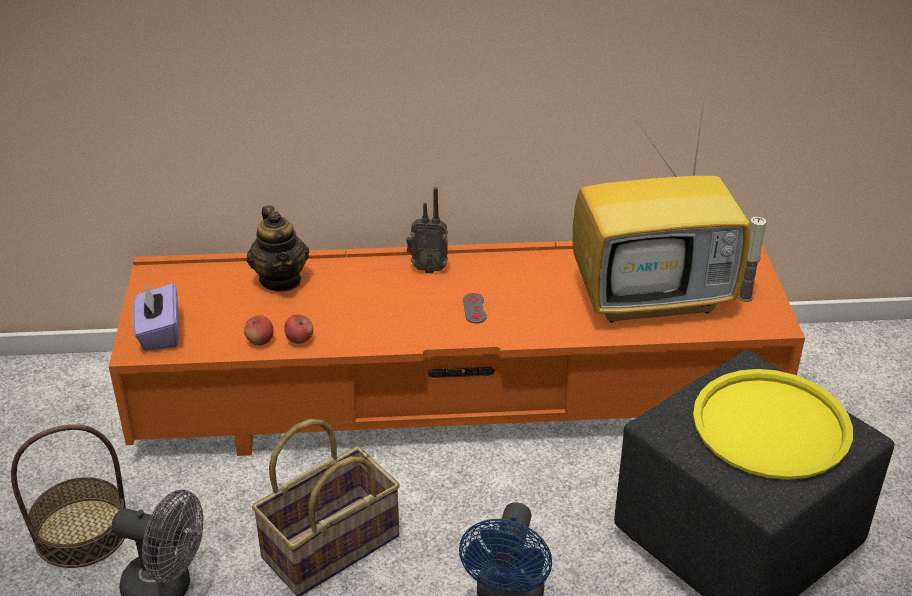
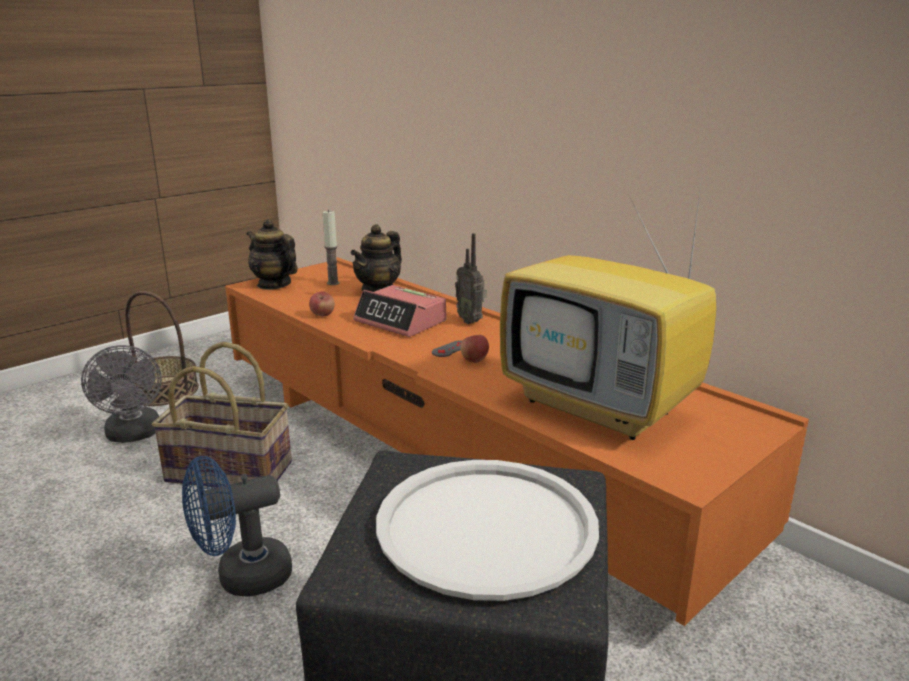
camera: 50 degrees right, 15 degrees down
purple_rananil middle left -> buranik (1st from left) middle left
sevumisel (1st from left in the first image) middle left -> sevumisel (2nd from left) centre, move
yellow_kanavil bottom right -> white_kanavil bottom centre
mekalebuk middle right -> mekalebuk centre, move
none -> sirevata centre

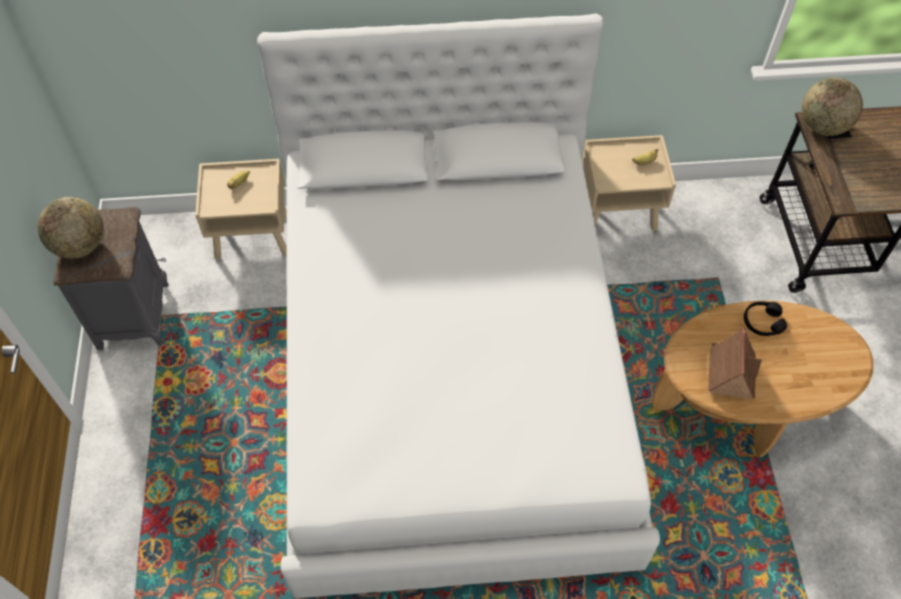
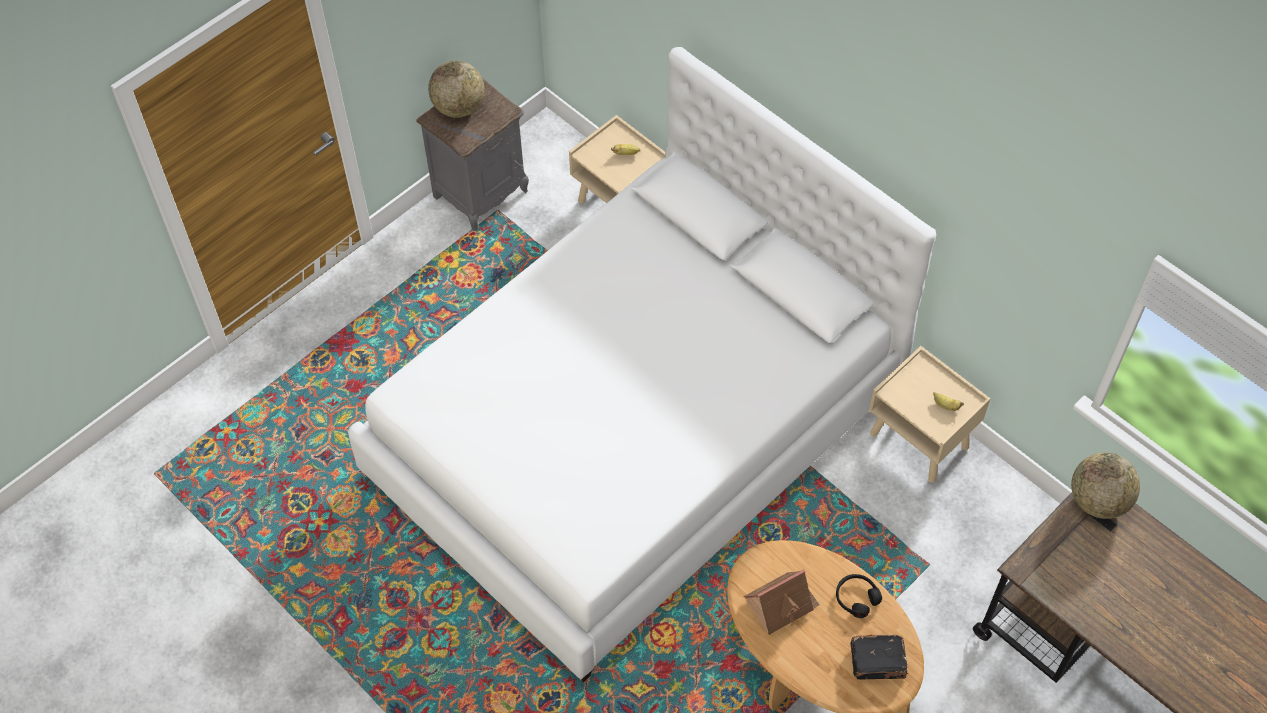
camera: 50 degrees right, 0 degrees up
none -> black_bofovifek bottom right

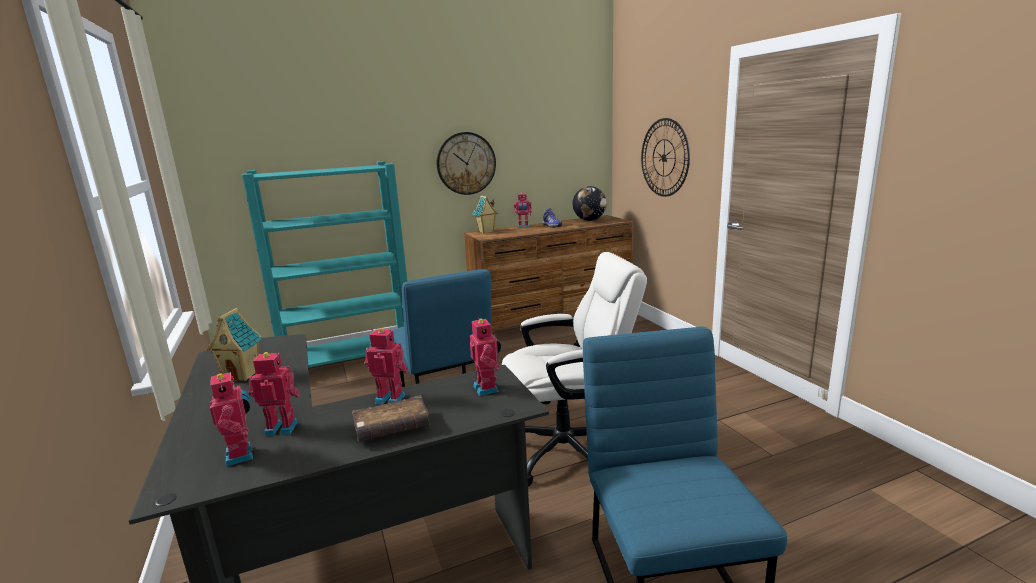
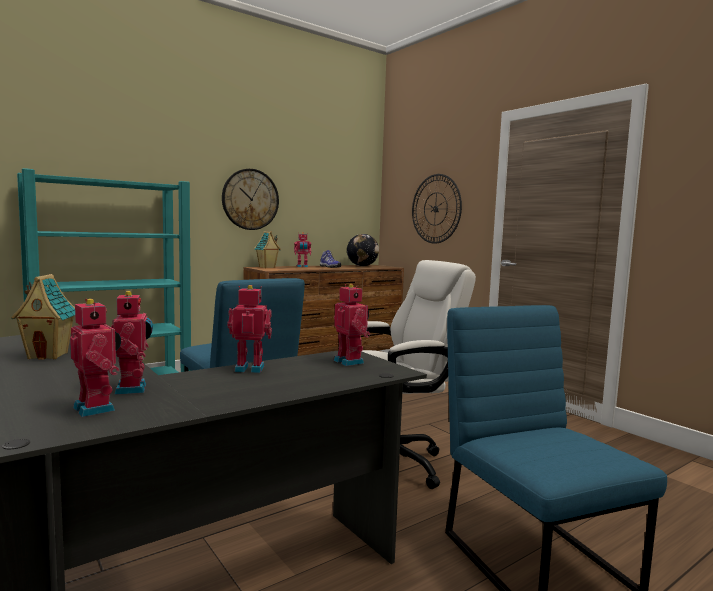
camera: 15 degrees left, 10 degrees down
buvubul (2nd from left) bottom left -> buvubul (2nd from left) middle left, 90 degrees clockwise
brown_bofovifek bottom centre -> none

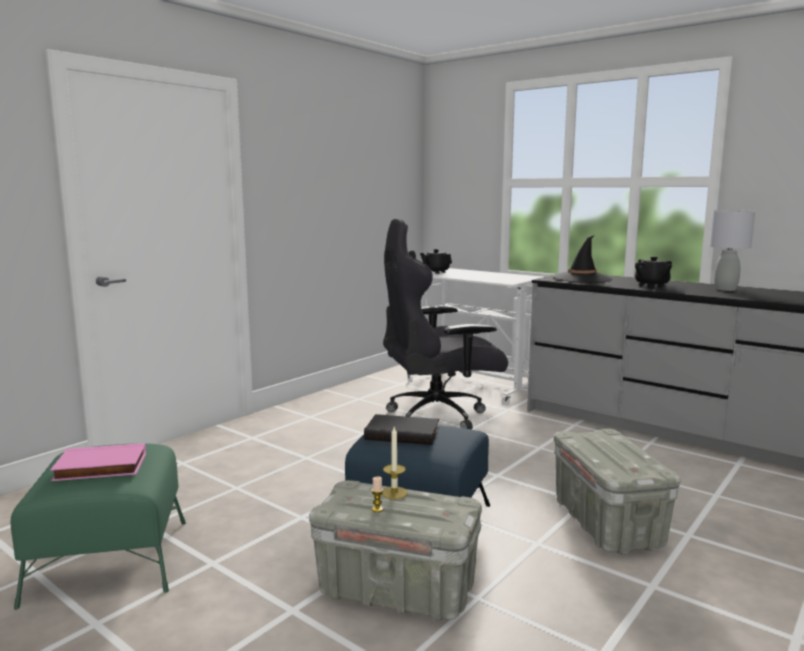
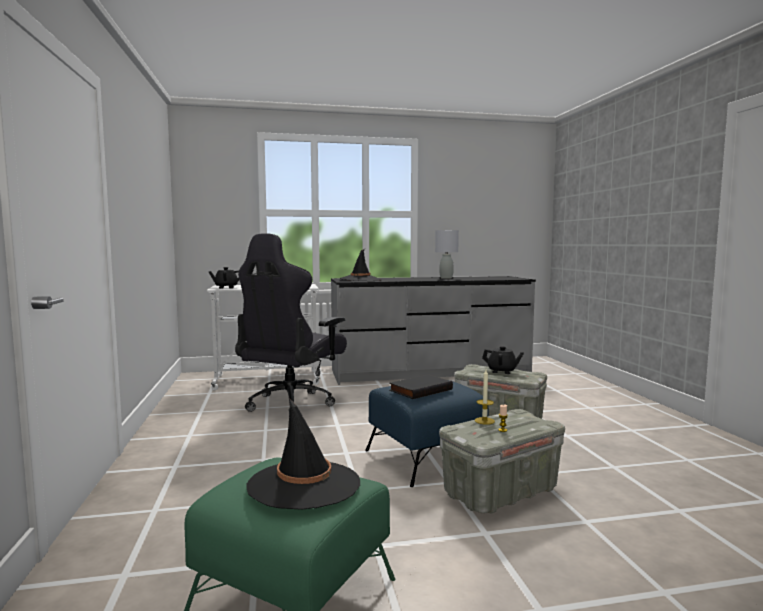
camera: 50 degrees left, 5 degrees down
pink_bofovifek bottom left -> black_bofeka (1st from left) bottom centre
black_buranik (2nd from left) middle right -> black_buranik (2nd from left) centre, move

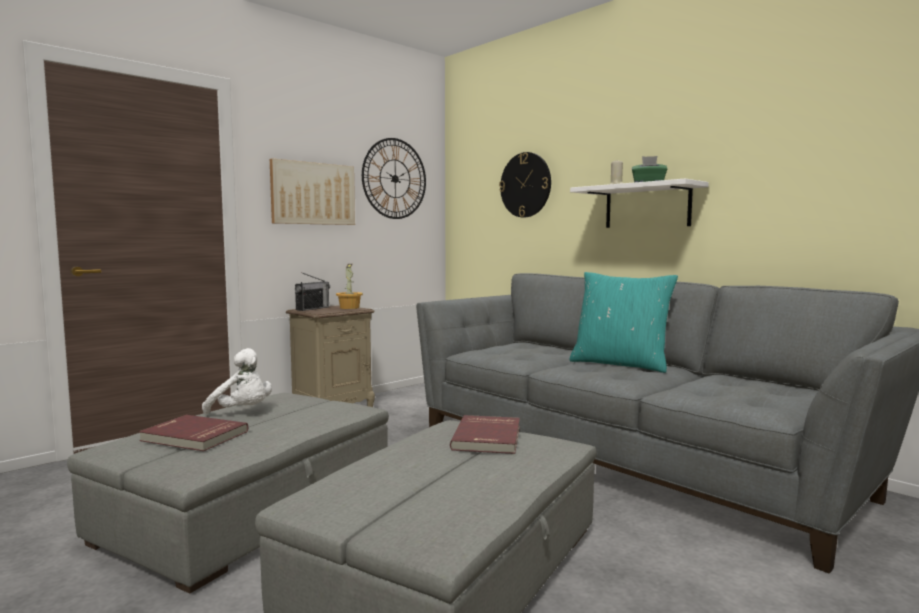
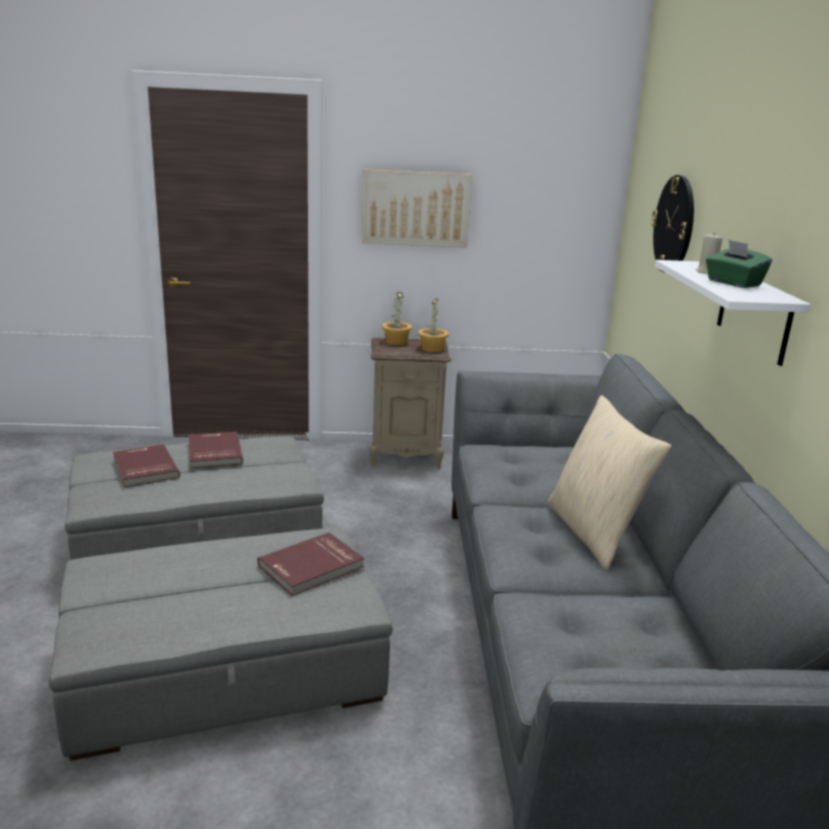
camera: 40 degrees right, 15 degrees up
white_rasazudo middle left -> red_bofovifek (2nd from left) middle left
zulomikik centre -> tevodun (1st from left) centre
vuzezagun (1st from left) top centre -> none
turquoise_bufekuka middle right -> beige_bufekuka middle right

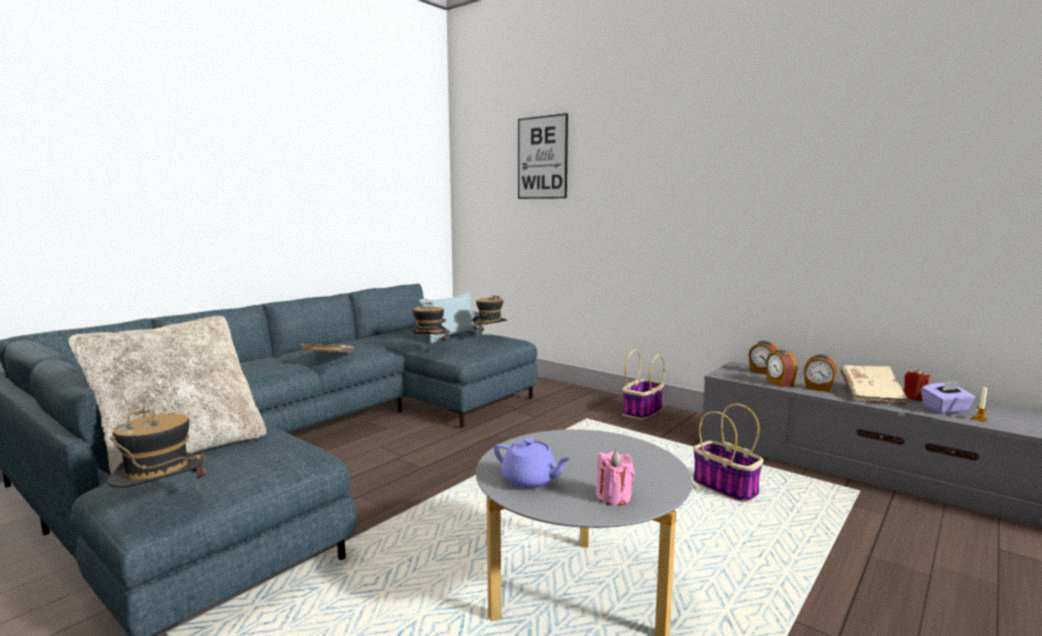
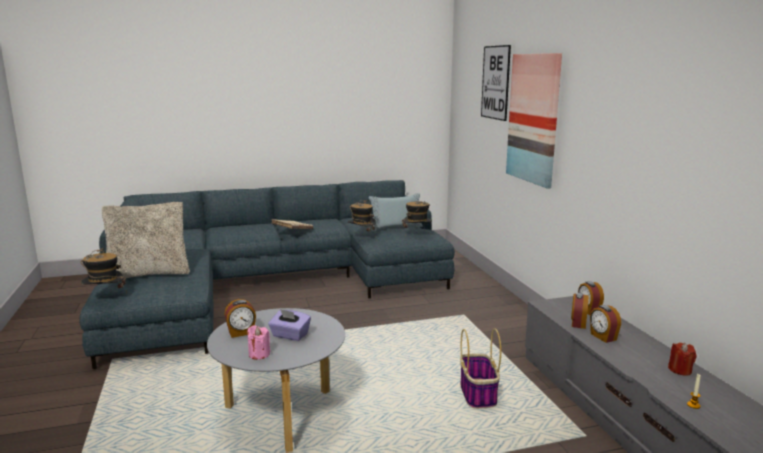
camera: 35 degrees right, 5 degrees up
purple_buranik bottom centre -> sirevata (1st from left) bottom left
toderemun (1st from left) centre -> none
beige_bofovifek (2nd from left) middle right -> none
purple_rananil middle right -> purple_rananil bottom centre, move
none -> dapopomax (2nd from left) top right

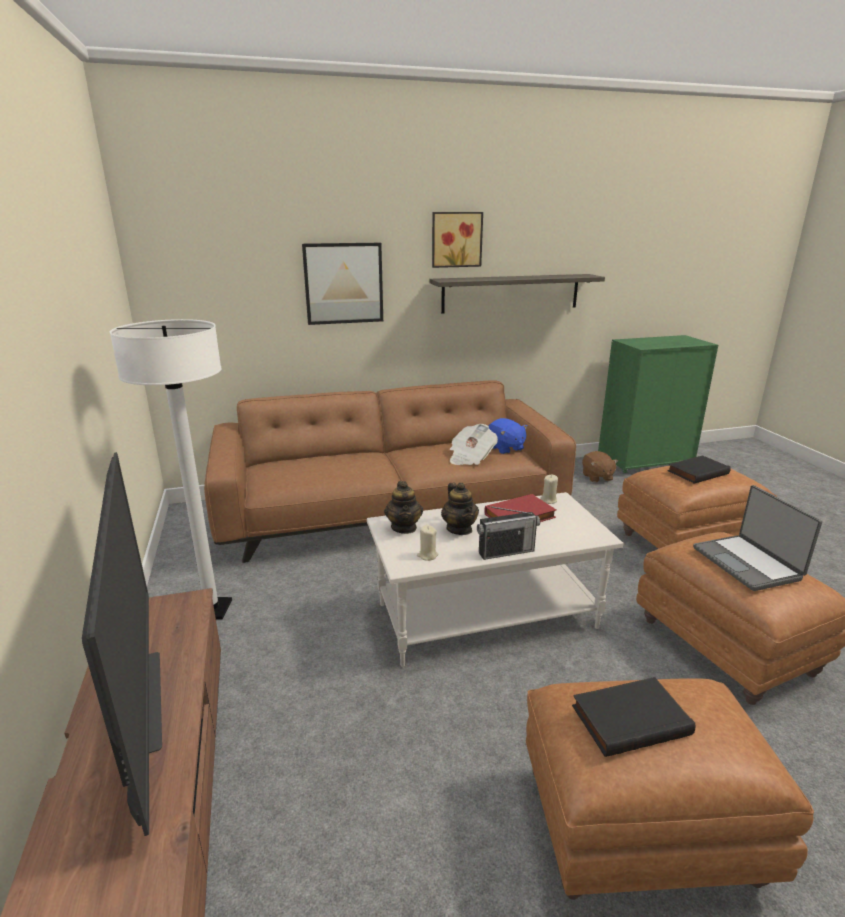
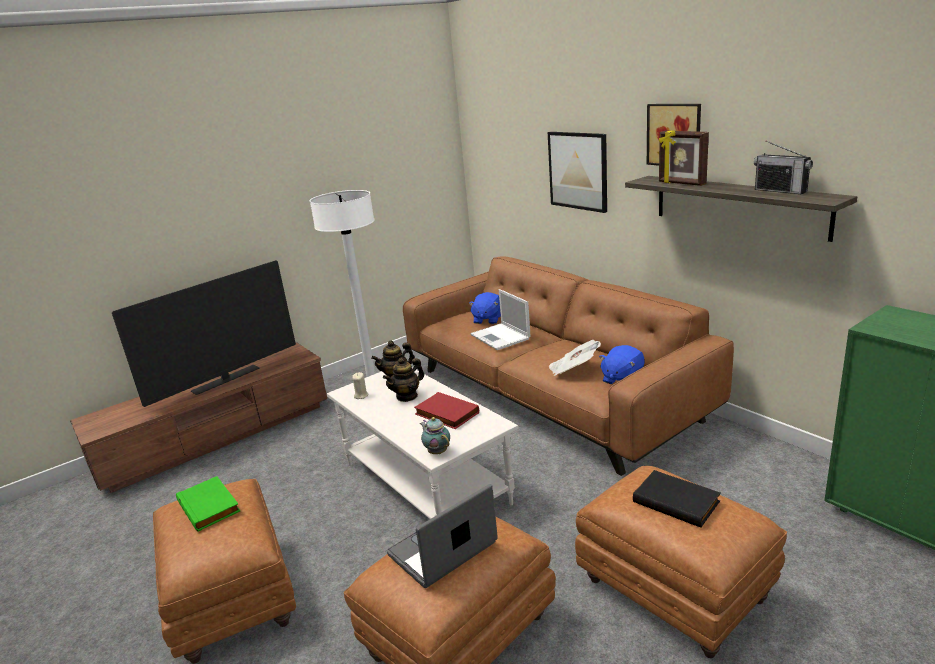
camera: 70 degrees right, 0 degrees up
zulomikik centre -> zulomikik top right, move
beige_mekalebuk (2nd from left) centre -> none
black_bofovifek (1st from left) bottom right -> green_bofovifek bottom left
brown_rasazudo middle right -> none
none -> buranik (3rd from left) centre
none -> blue_rasazudo (1st from left) centre
none -> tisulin (2nd from left) centre
none -> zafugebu top right

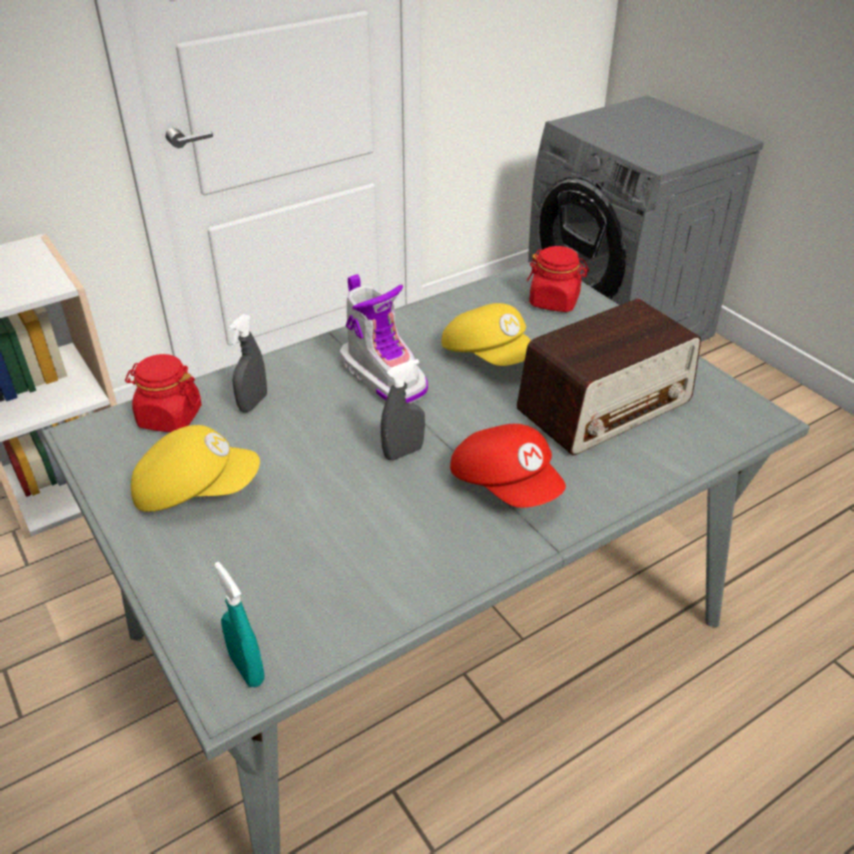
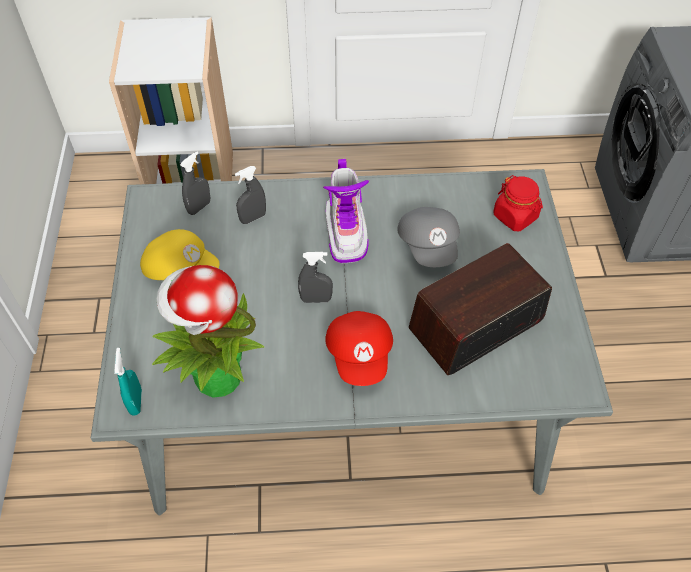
camera: 30 degrees right, 15 degrees up
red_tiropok (1st from left) middle left -> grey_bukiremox (1st from left) top left
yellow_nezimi (2nd from left) centre -> grey_nezimi centre
zulomikik middle right, 150 degrees clockwise
none -> tevodun middle left

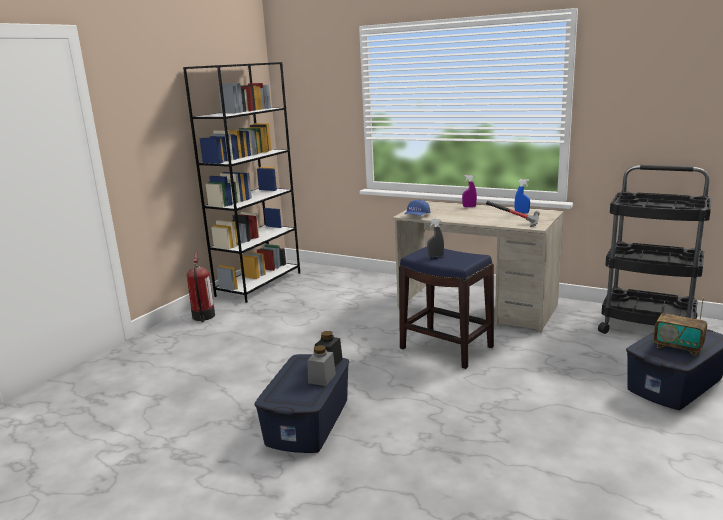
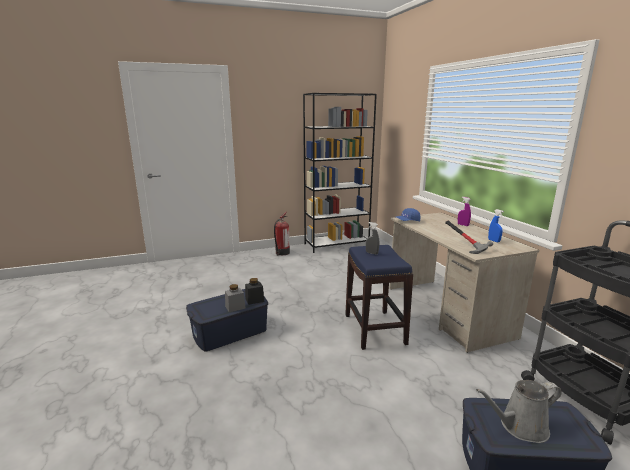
camera: 40 degrees right, 0 degrees up
zulomikik middle right -> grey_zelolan bottom right

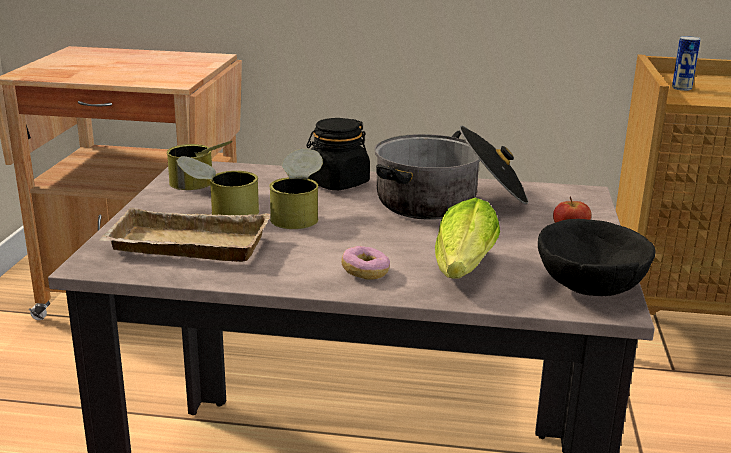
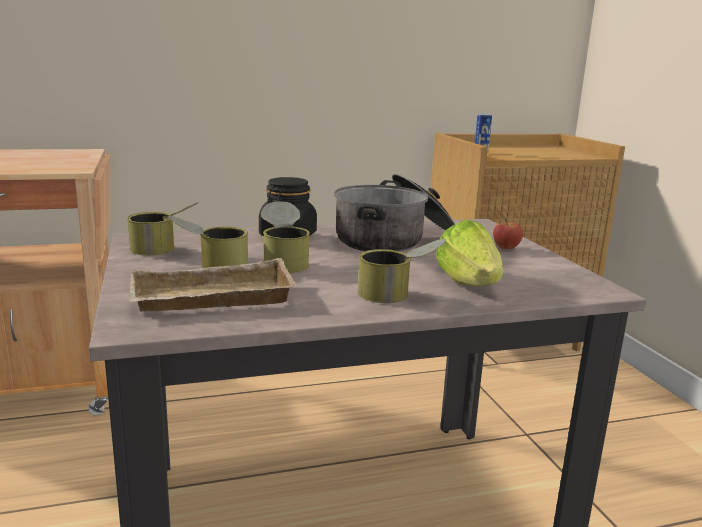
camera: 25 degrees left, 5 degrees down
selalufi centre -> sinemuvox (4th from left) centre
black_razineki middle right -> none

